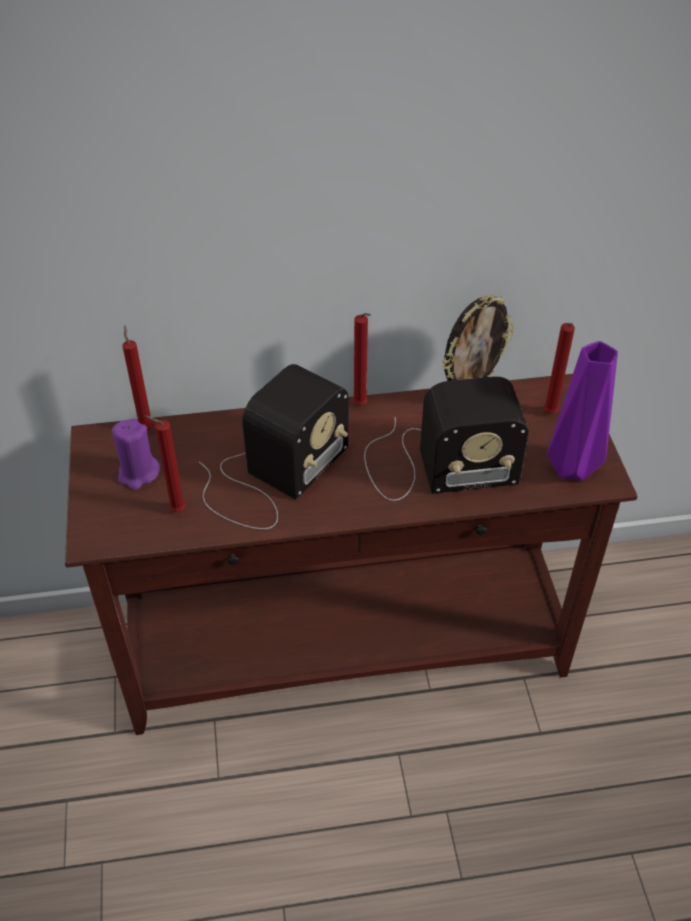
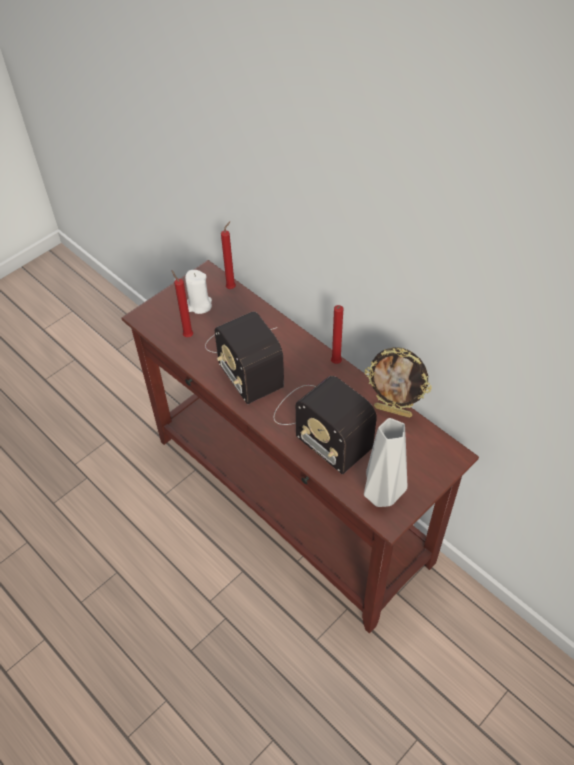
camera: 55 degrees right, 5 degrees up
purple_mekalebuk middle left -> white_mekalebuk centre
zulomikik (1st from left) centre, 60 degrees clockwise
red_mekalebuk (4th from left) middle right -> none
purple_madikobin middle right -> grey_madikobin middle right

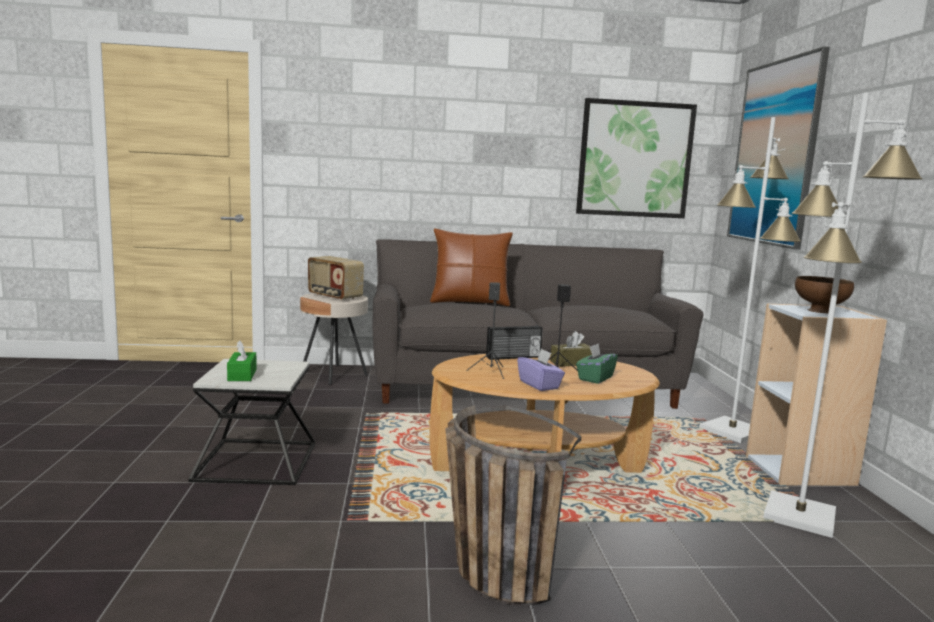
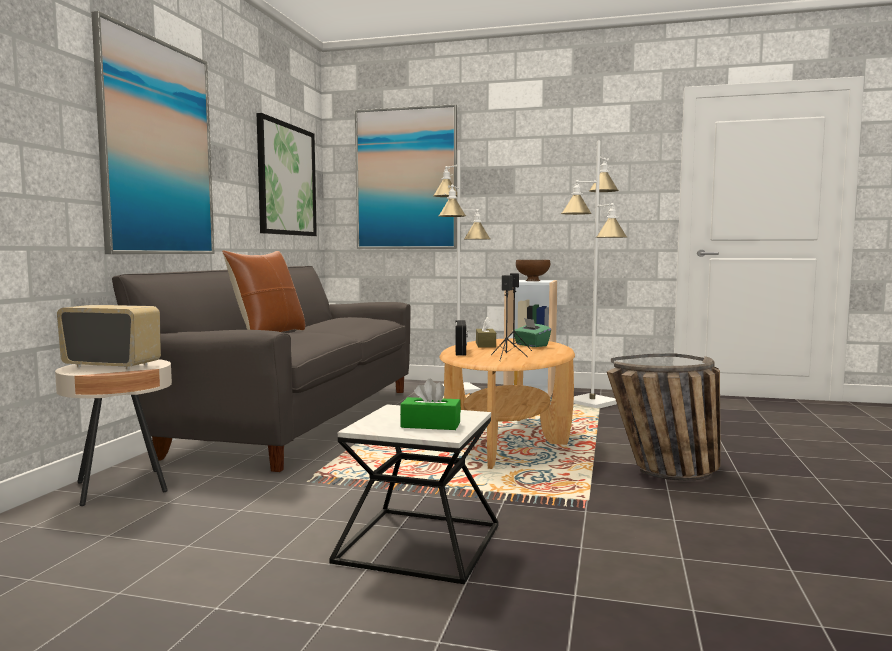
camera: 70 degrees left, 5 degrees down
zulomikik (1st from left) centre -> zulomikik (1st from left) middle left, 135 degrees counterclockwise
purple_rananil centre -> none
none -> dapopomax (1st from left) top left

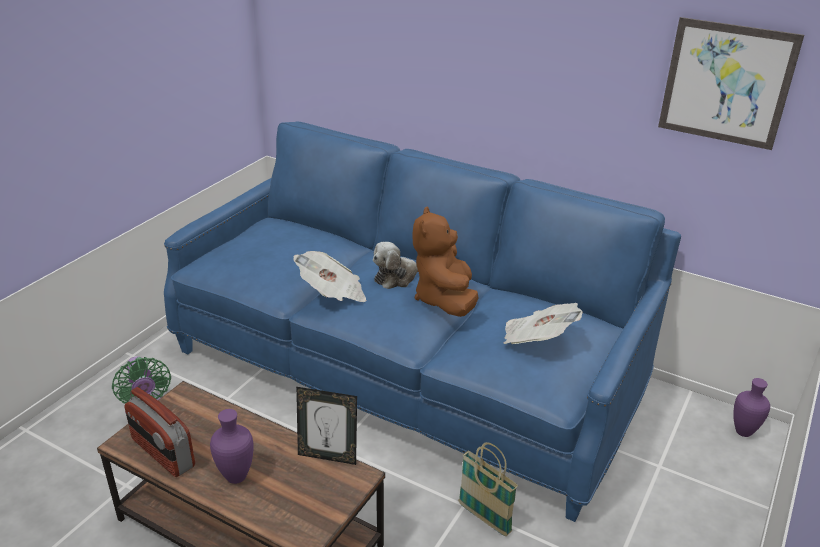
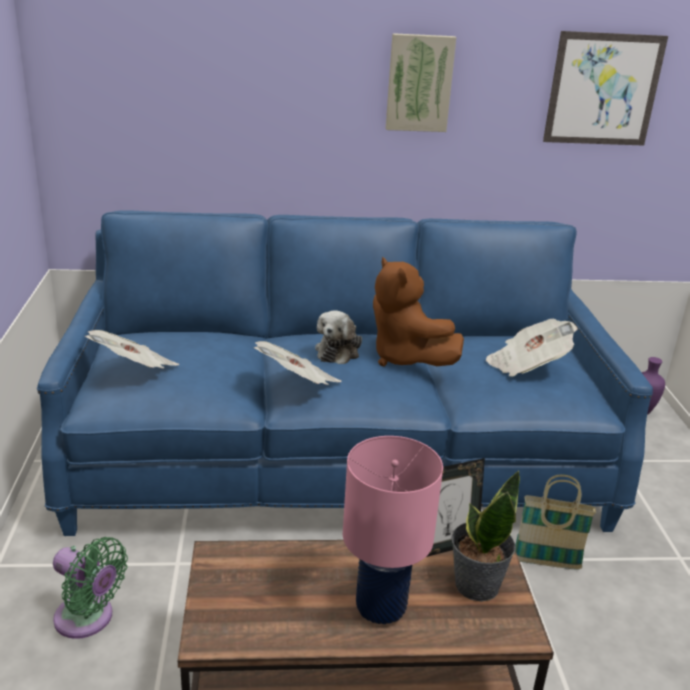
camera: 35 degrees left, 5 degrees down
zulomikik bottom left -> none
purple_madikobin (1st from left) bottom left -> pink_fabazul bottom centre
none -> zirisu (1st from left) middle left
none -> dapopomax (1st from left) top centre
none -> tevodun bottom right

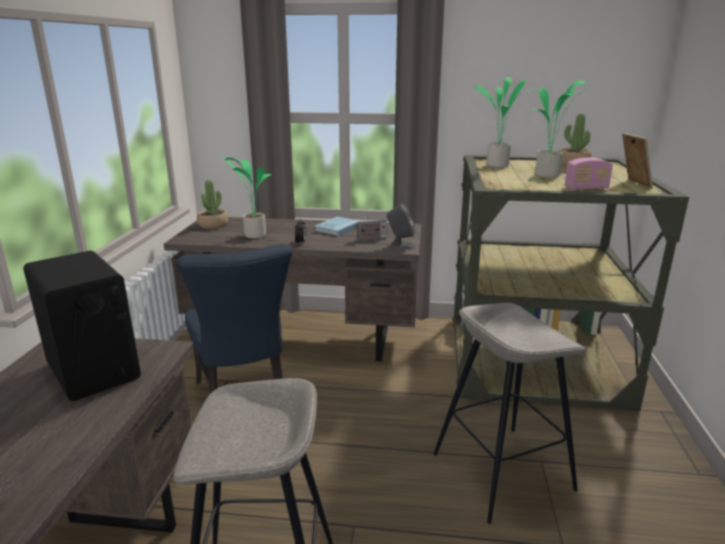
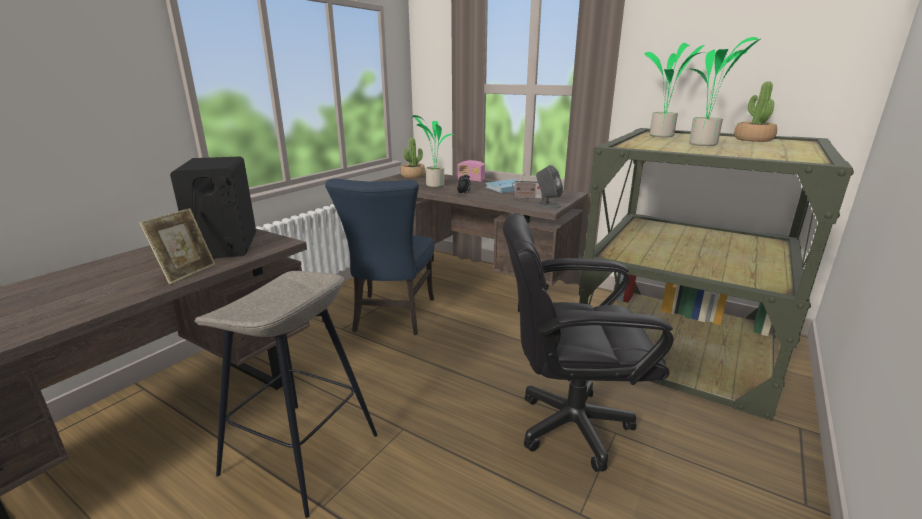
camera: 25 degrees right, 0 degrees up
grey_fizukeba (2nd from left) bottom right -> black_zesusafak centre
zulomikik (2nd from left in the first image) top right -> zulomikik (1st from left) top centre, move
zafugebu top right -> zafugebu middle left, move

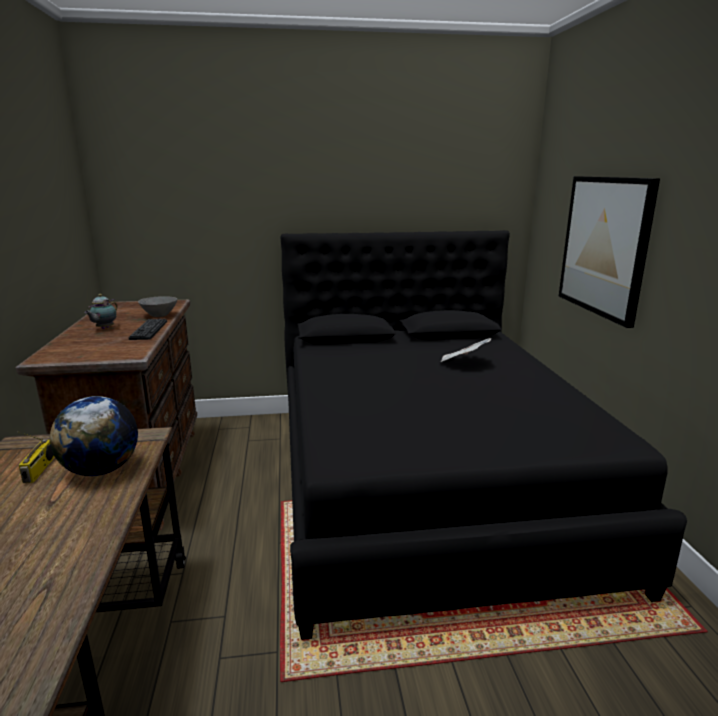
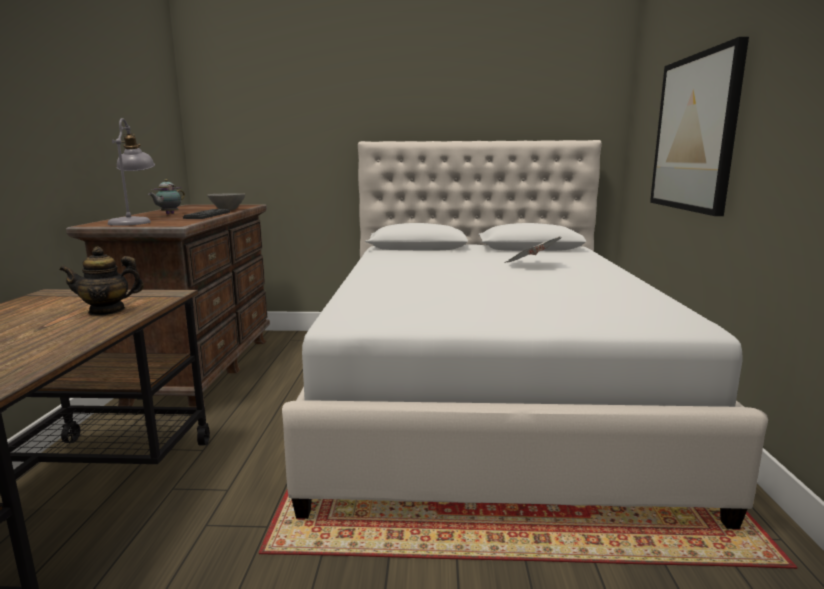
camera: 10 degrees right, 5 degrees down
zulomikik middle left -> none
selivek middle left -> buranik (1st from left) middle left
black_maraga middle right -> white_maraga centre
none -> grey_fabazul top left

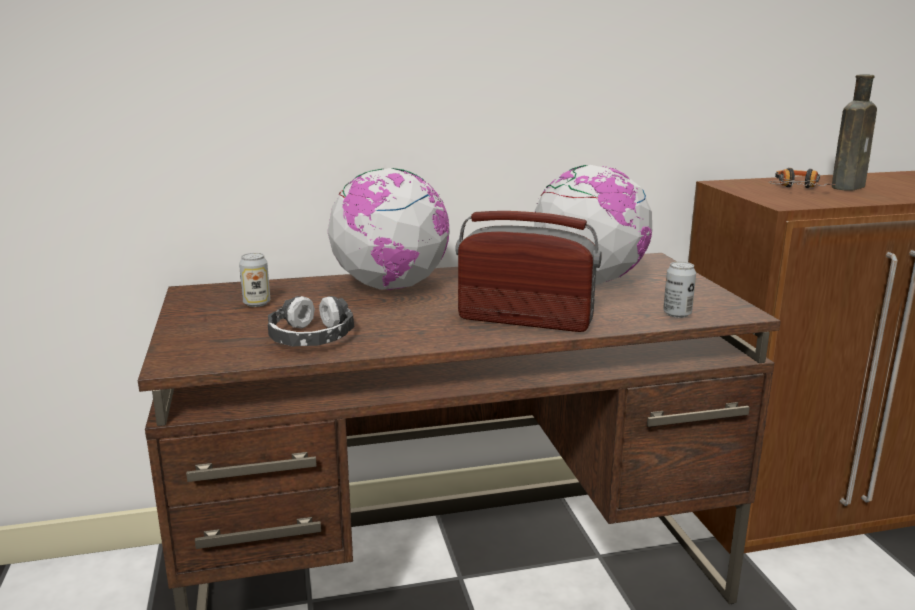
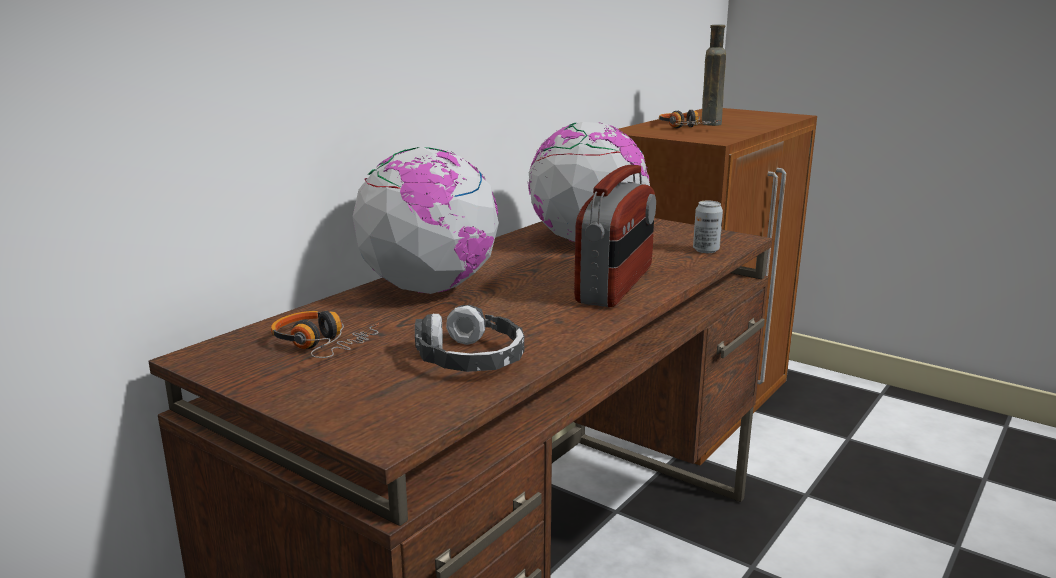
camera: 40 degrees left, 0 degrees up
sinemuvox (1st from left) middle left -> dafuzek (1st from left) middle left
zulomikik centre, 135 degrees clockwise

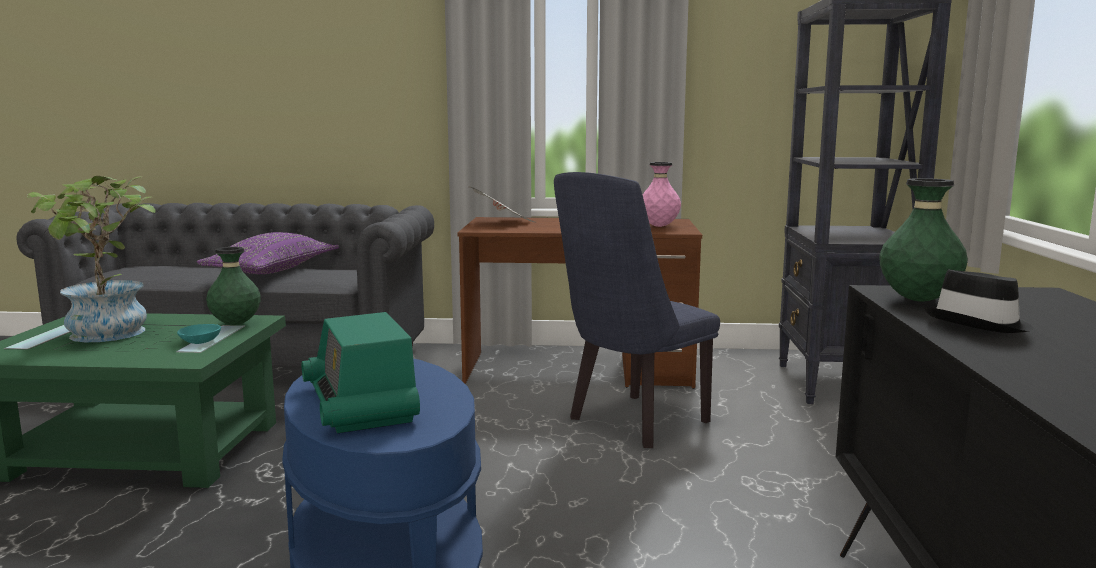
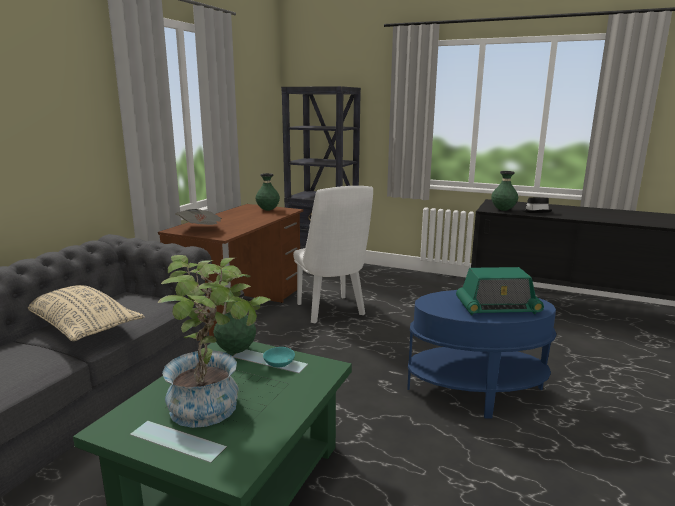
camera: 70 degrees left, 5 degrees up
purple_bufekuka middle left -> beige_bufekuka middle left
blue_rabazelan centre -> white_rabazelan centre
pink_madikobin centre -> green_madikobin (2nd from left) centre

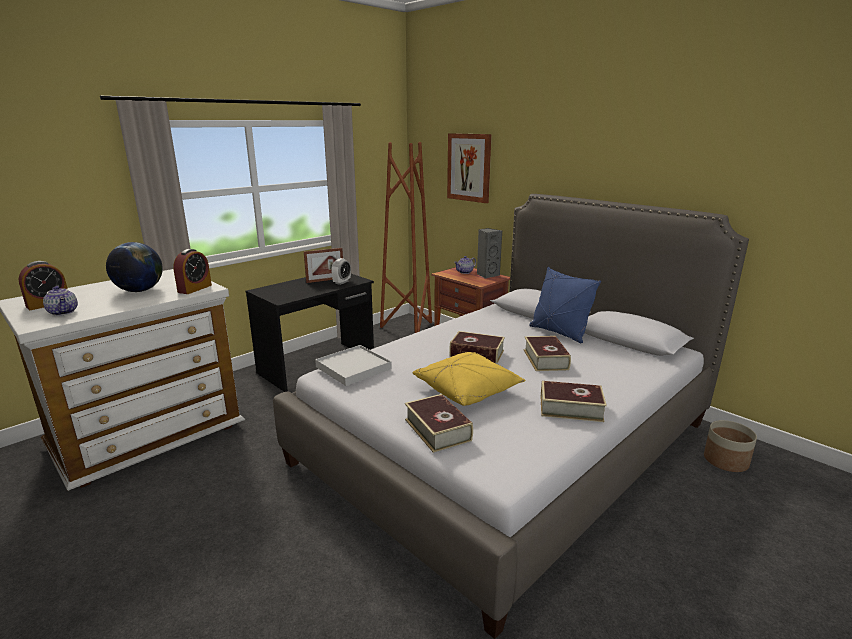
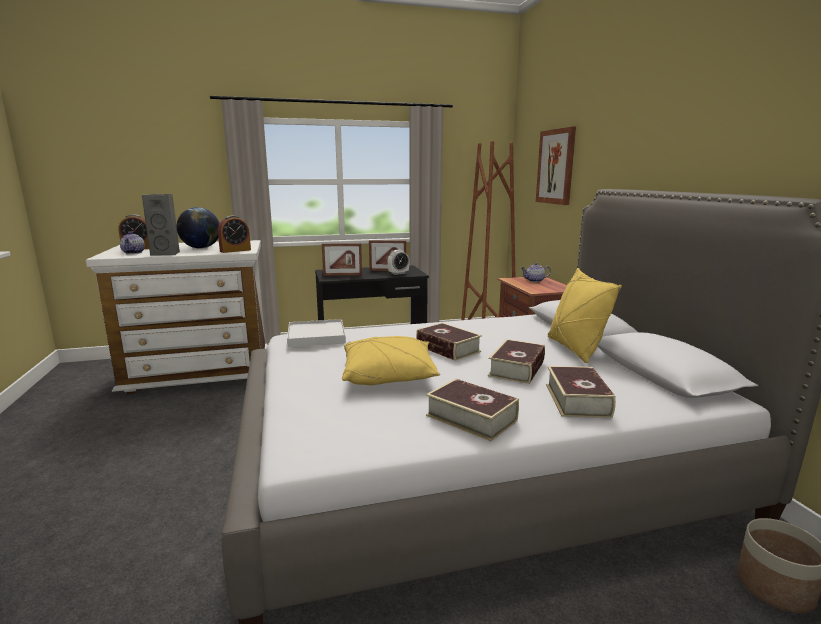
camera: 30 degrees right, 5 degrees down
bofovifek (1st from left in the first image) centre -> bofovifek (4th from left) middle right, move
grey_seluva centre -> grey_seluva middle left, move
blue_bufekuka centre -> yellow_bufekuka (2nd from left) middle right
none -> zafugebu (1st from left) centre

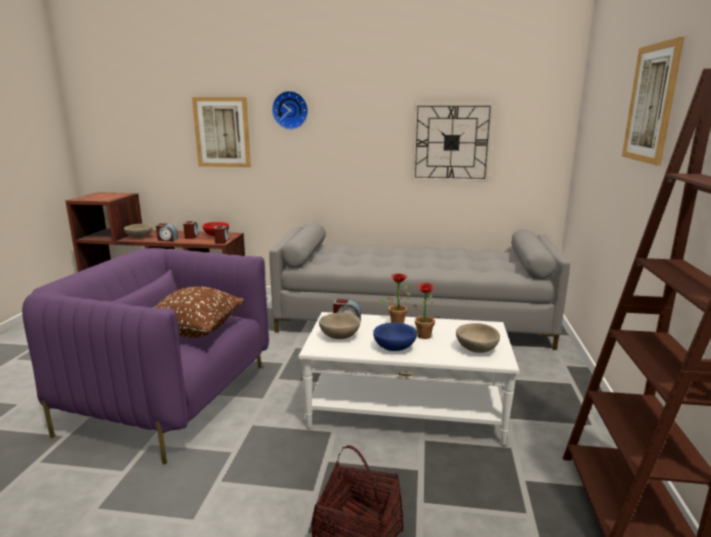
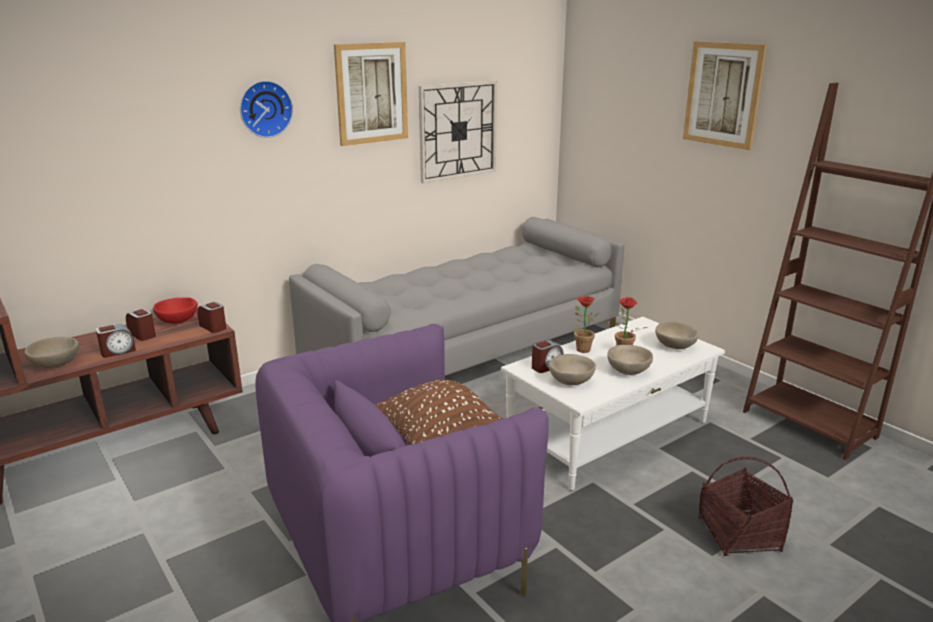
camera: 45 degrees left, 5 degrees up
dapopomax (1st from left) top left -> dapopomax (1st from left) top centre, move
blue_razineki centre -> beige_razineki (3rd from left) middle right

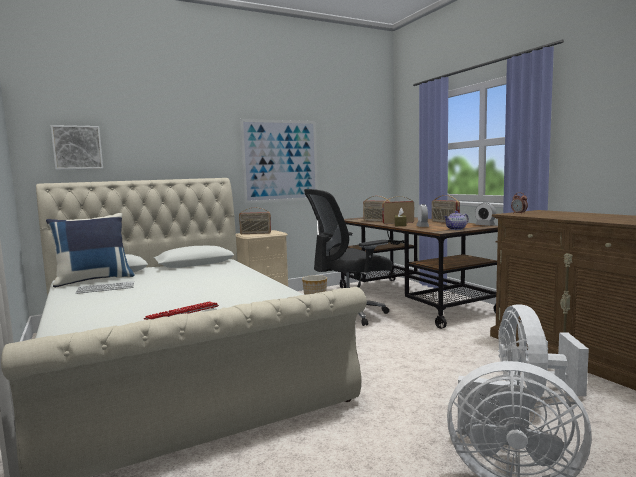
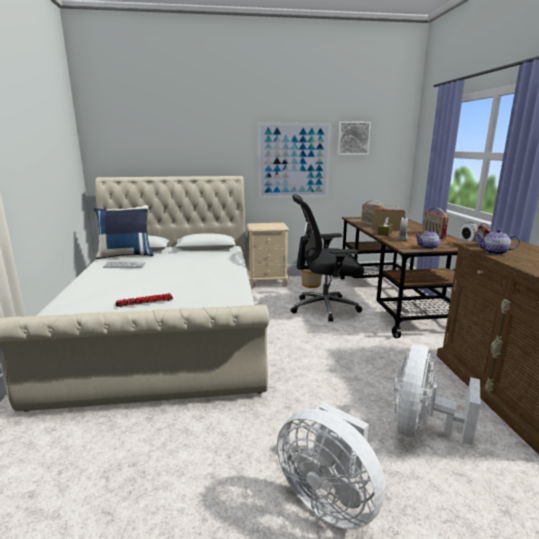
camera: 20 degrees right, 10 degrees up
dapopomax (1st from left in the first image) top left -> dapopomax (2nd from left) top centre, move
zulomikik (1st from left) centre -> none
none -> buranik (2nd from left) middle right

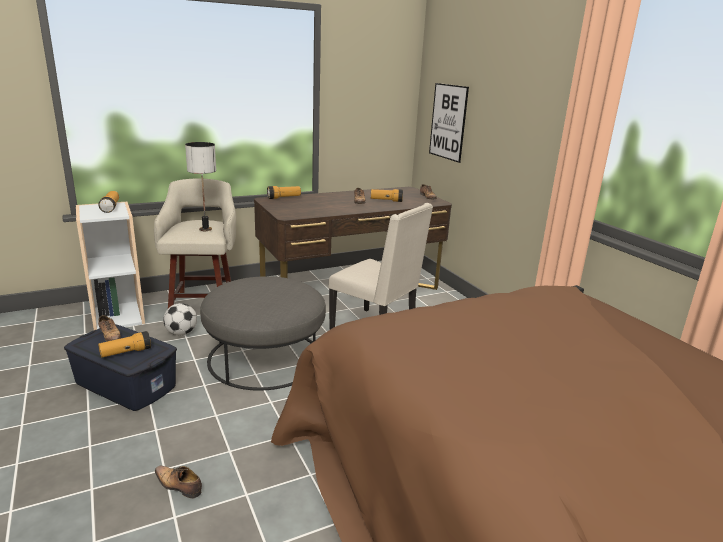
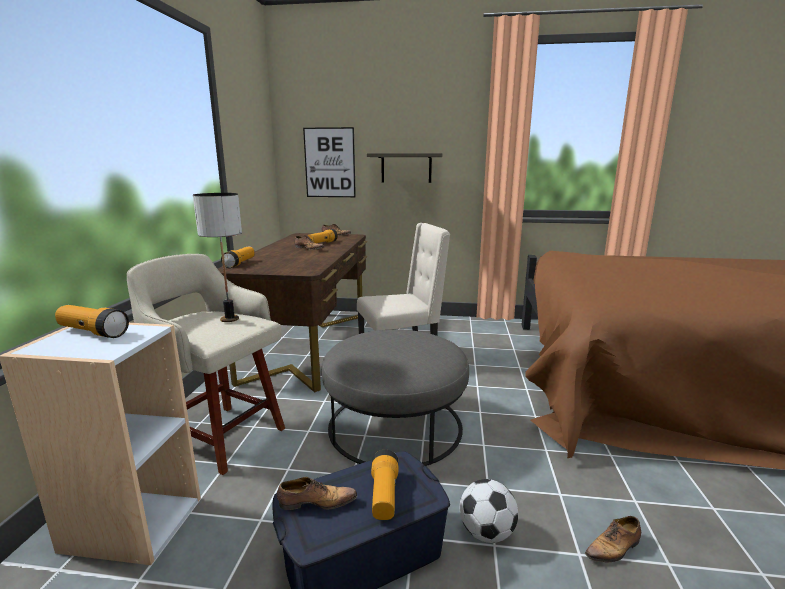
camera: 55 degrees left, 5 degrees down
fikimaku middle left -> fikimaku bottom centre, move
none -> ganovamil top centre

